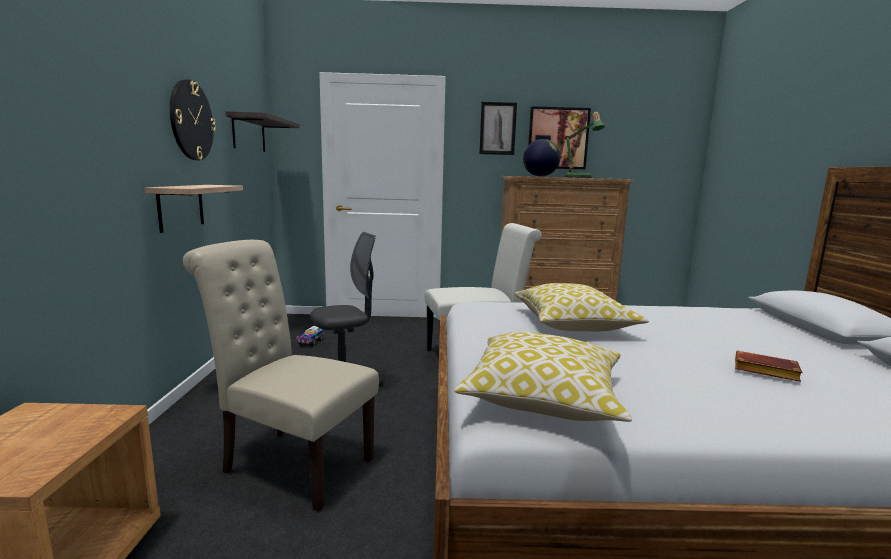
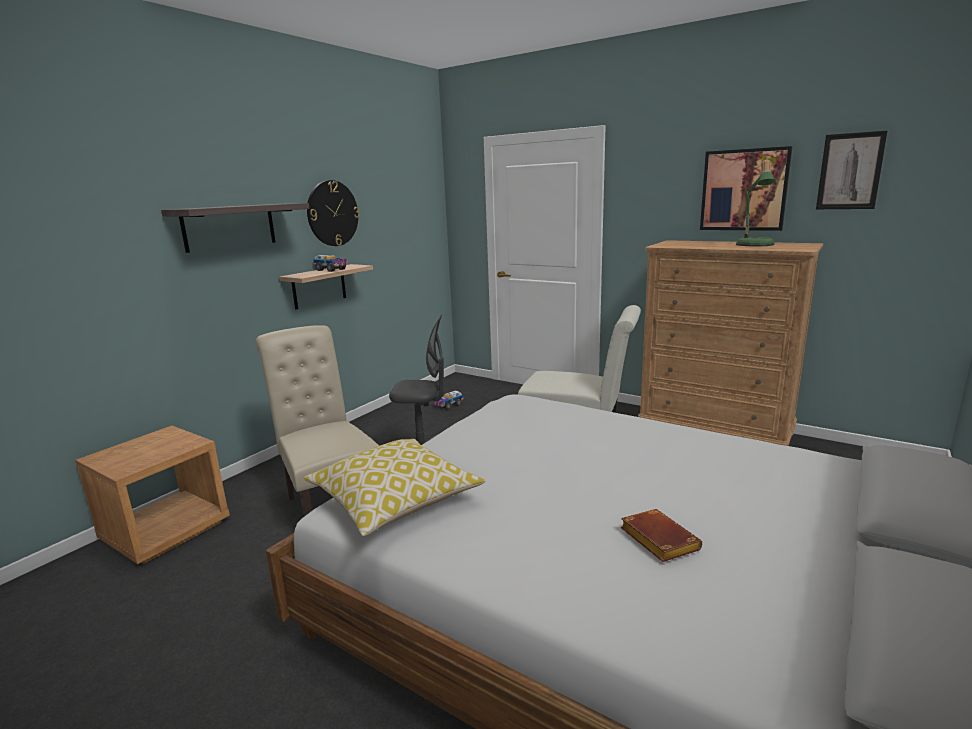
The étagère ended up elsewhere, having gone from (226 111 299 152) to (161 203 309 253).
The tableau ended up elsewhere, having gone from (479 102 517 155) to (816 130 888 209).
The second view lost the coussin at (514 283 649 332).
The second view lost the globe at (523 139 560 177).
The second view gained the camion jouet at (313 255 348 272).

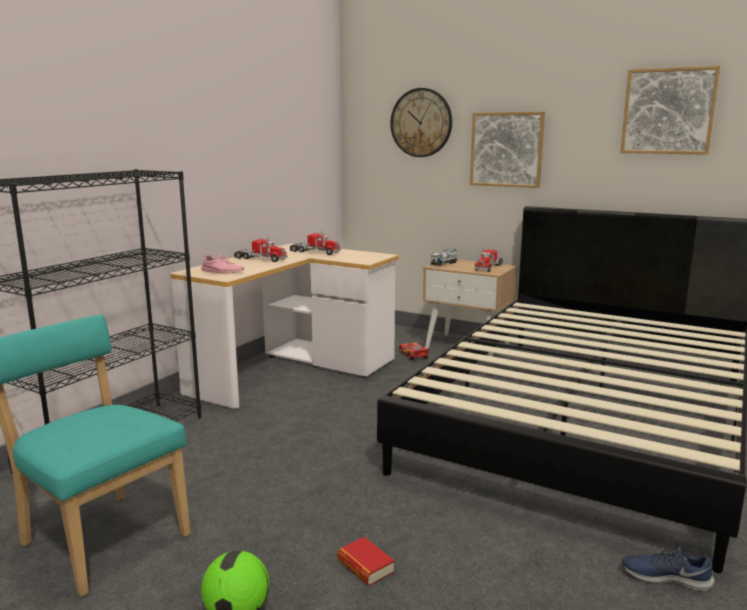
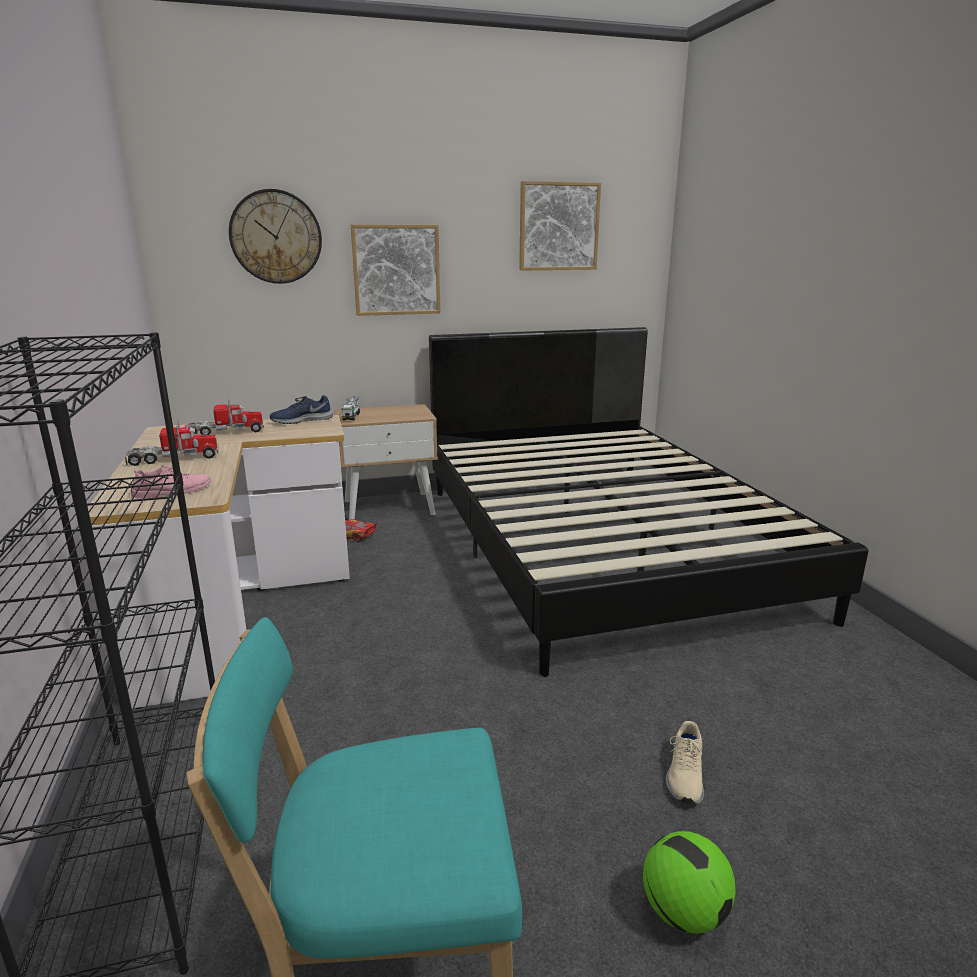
Where the livre stood at (337 537 395 586), the chaussure (beige) came to stand at (666 721 704 805).
The second view lost the camion jouet at (475 248 503 272).
The chaussure (bleu) ended up elsewhere, having gone from (622 545 714 591) to (270 395 333 424).

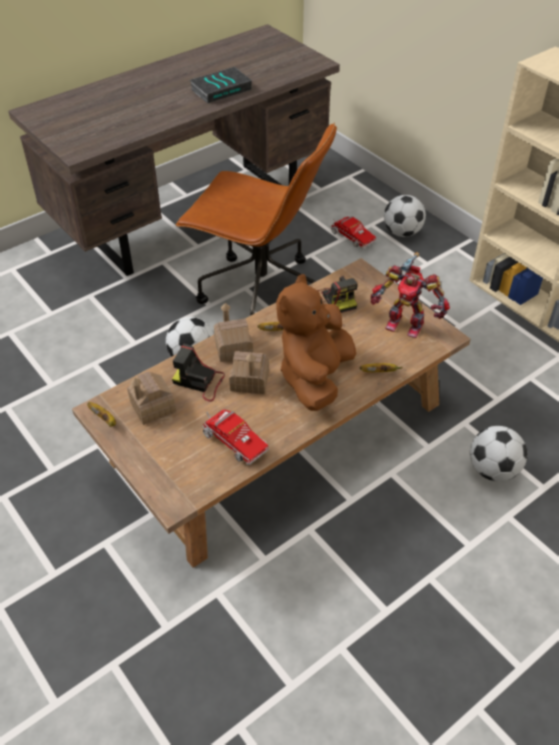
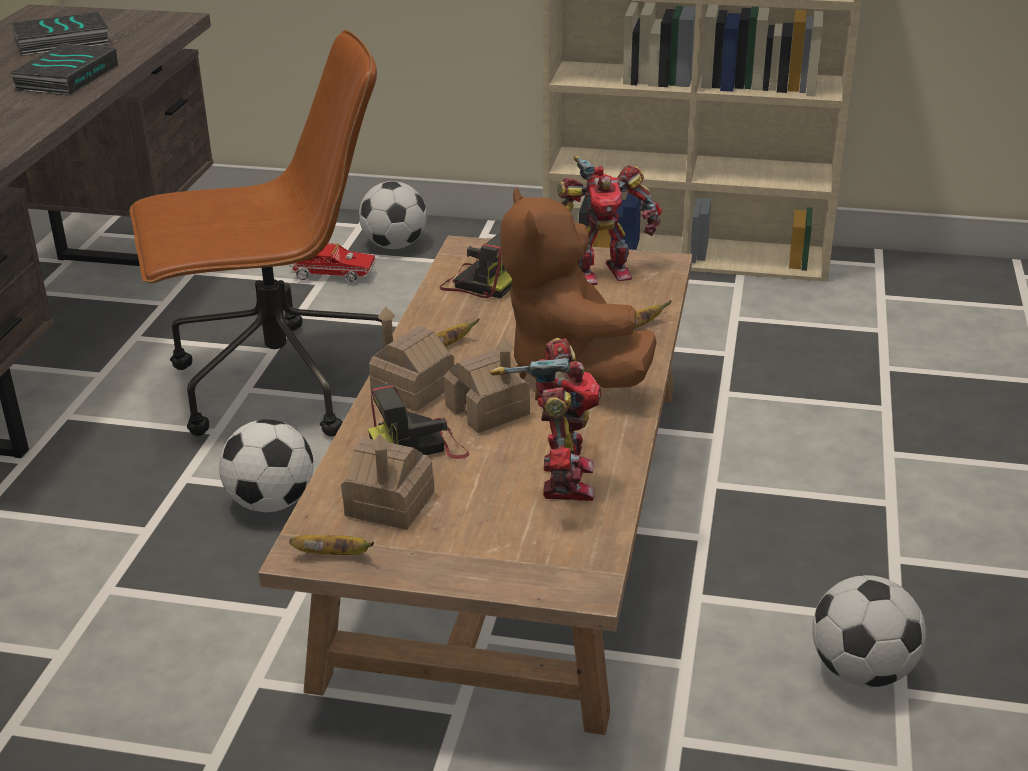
Where the camion jouet stood at (202 410 269 465), the robot jouet came to stand at (490 338 601 501).
The ballon de foot ended up elsewhere, having gone from (470 426 527 482) to (812 575 926 687).
The second view gained the livre at (12 12 111 56).

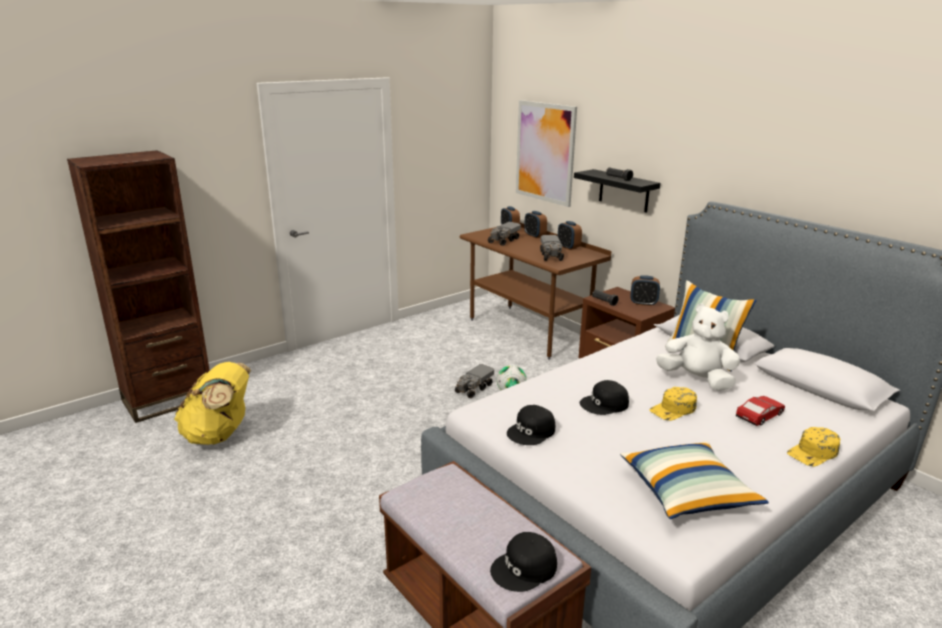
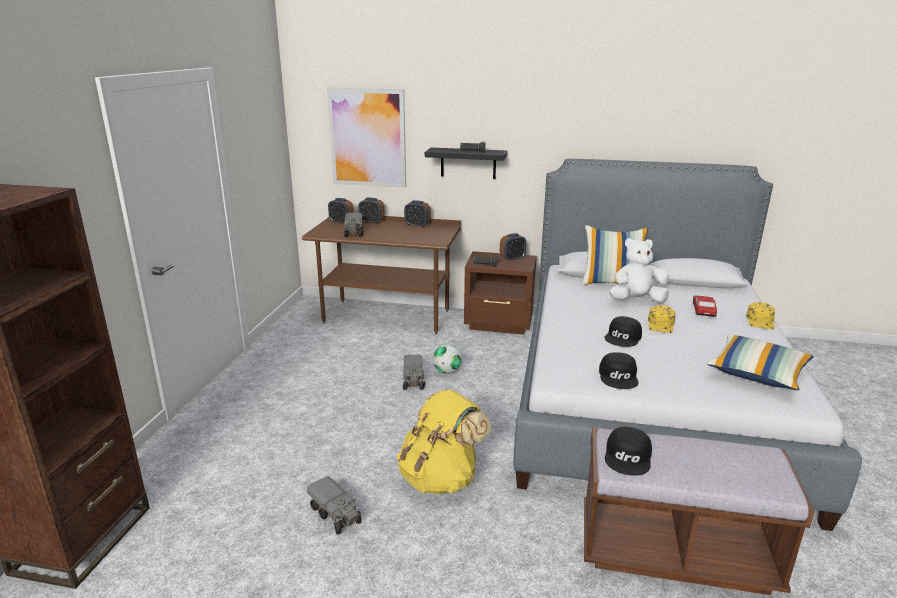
The sac à dos (jaune) ended up elsewhere, having gone from (174 362 251 445) to (397 389 491 494).
The casquette (noir) ended up elsewhere, having gone from (490 532 557 592) to (605 427 652 476).
The camion jouet ended up elsewhere, having gone from (540 235 564 261) to (307 476 361 534).

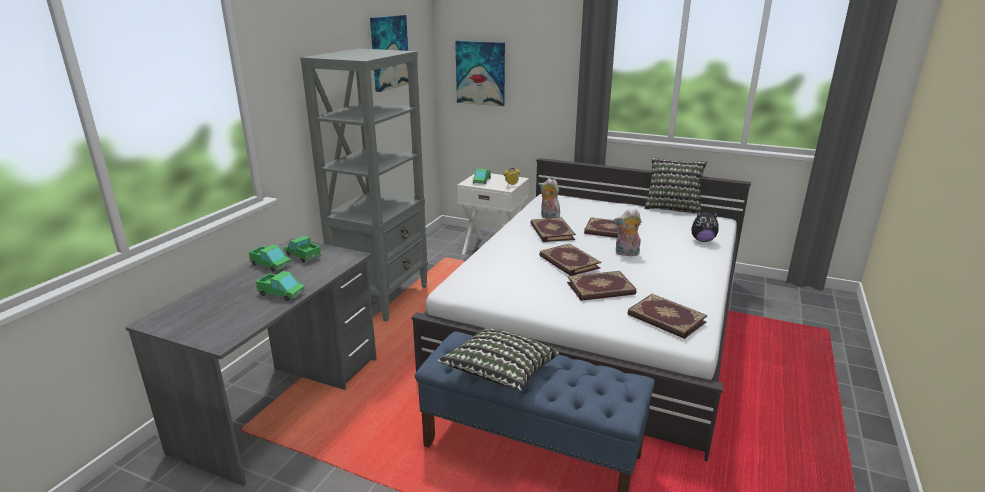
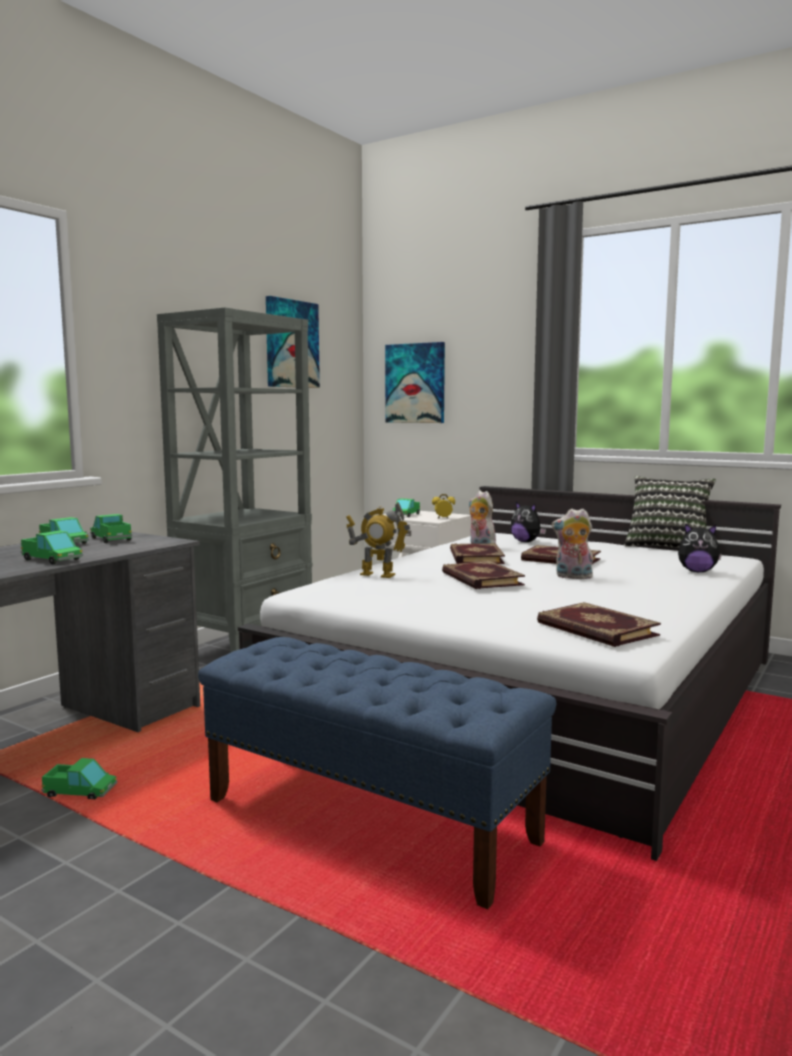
The second view lost the coussin at (438 328 559 391).
The second view lost the livre at (567 271 636 301).
The second view gained the camion jouet at (41 758 117 799).
The second view gained the robot jouet at (346 502 410 578).
The second view gained the peluche at (511 502 546 542).

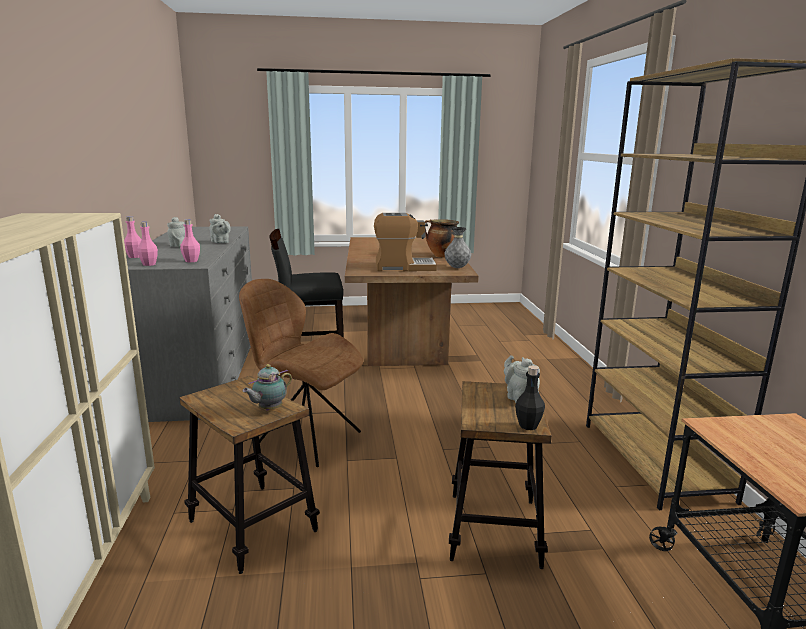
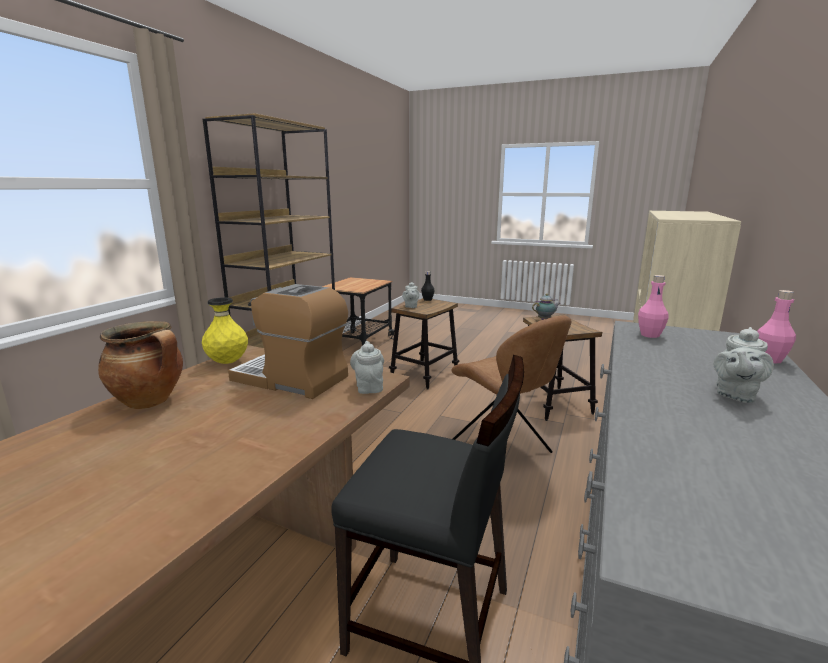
The second view lost the bouteille (rose) at (137 222 158 266).
The théière (gris) ended up elsewhere, having gone from (209 214 231 243) to (350 341 384 394).
What was the vase (gris) at (445 227 471 268) turned into the vase (jaune) at (202 297 248 364).

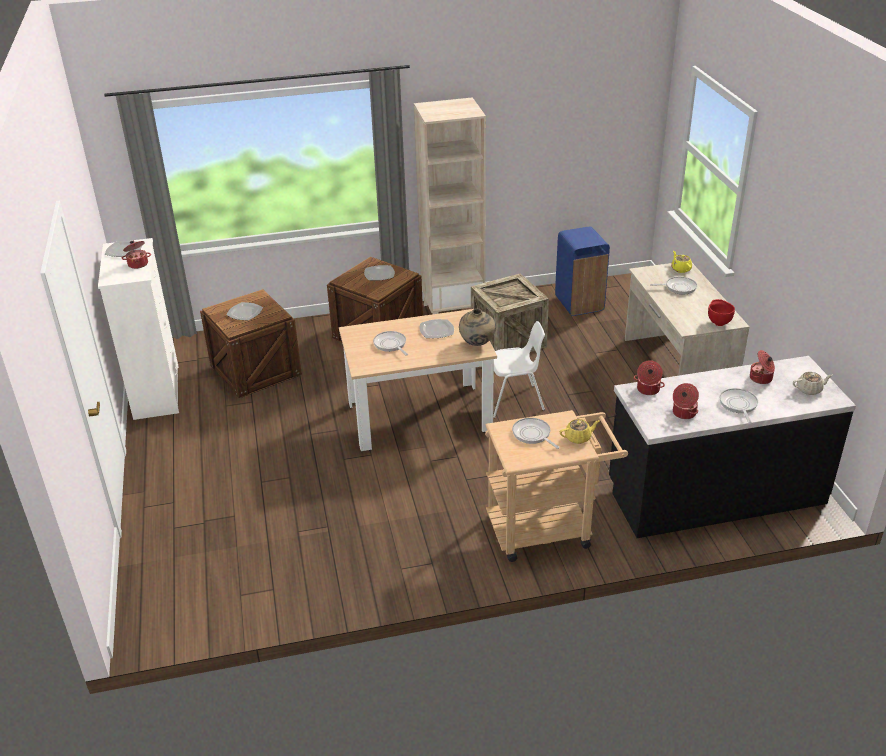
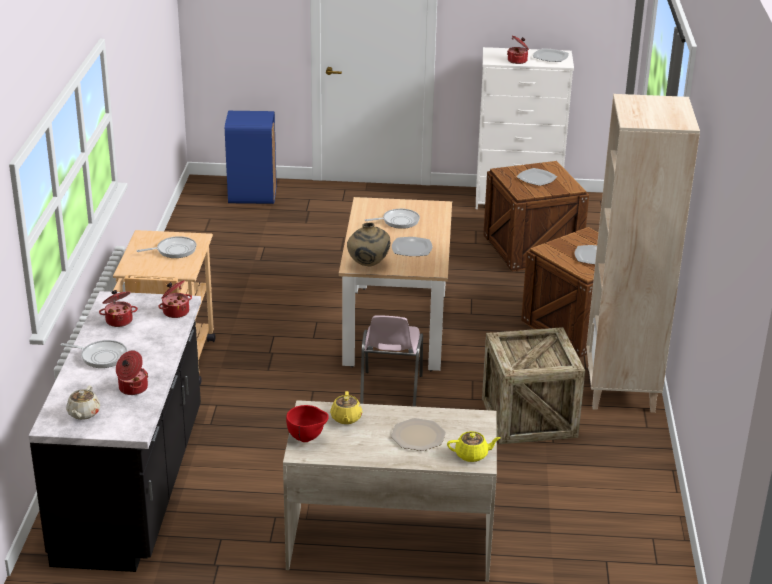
What was the chaise (blanc) at (493 321 545 418) turned into the chaise (rose) at (360 315 423 407).
The poubelle (bleu) ended up elsewhere, having gone from (555 227 610 316) to (225 111 276 204).
The théière (jaune) ended up elsewhere, having gone from (560 419 600 444) to (330 391 363 424).
Where the poêle stood at (650 277 697 294), the assiette came to stand at (391 418 446 451).

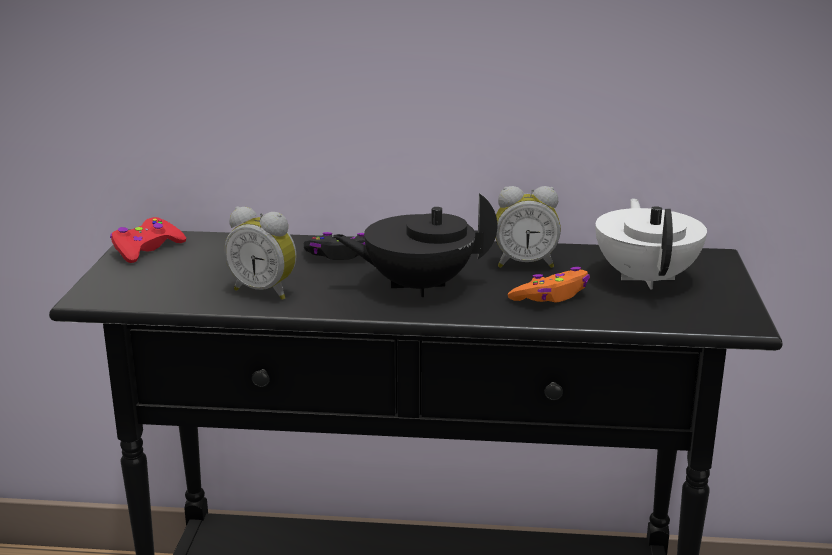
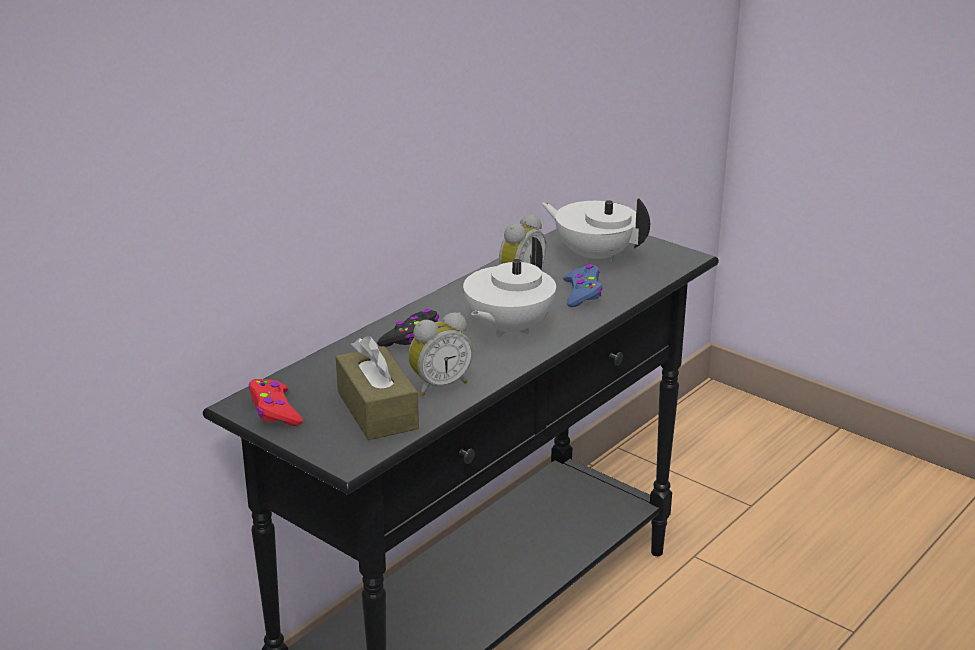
What was the théière (noir) at (332 193 497 297) turned into the théière (blanc) at (463 237 556 339).
What was the manette (orange) at (507 267 590 302) turned into the manette (bleu) at (563 264 603 307).
The second view gained the boîte à mouchoirs (marron) at (336 336 419 440).

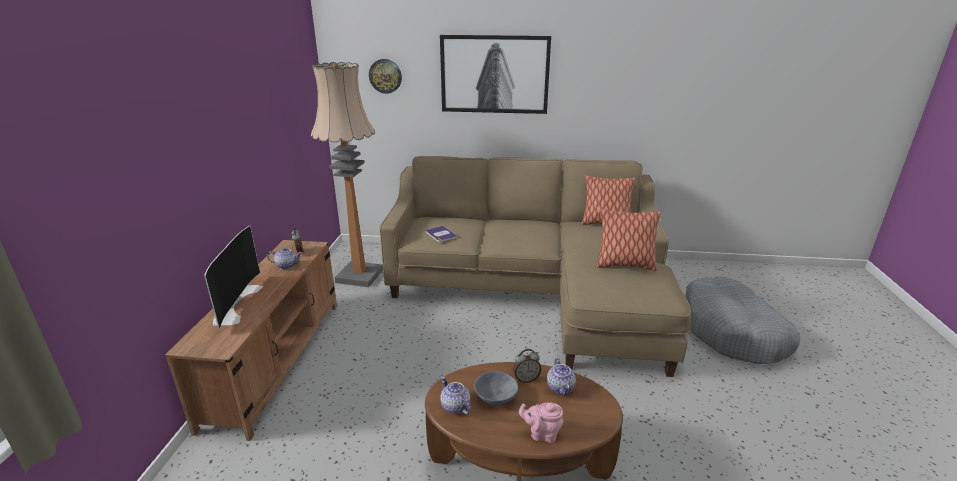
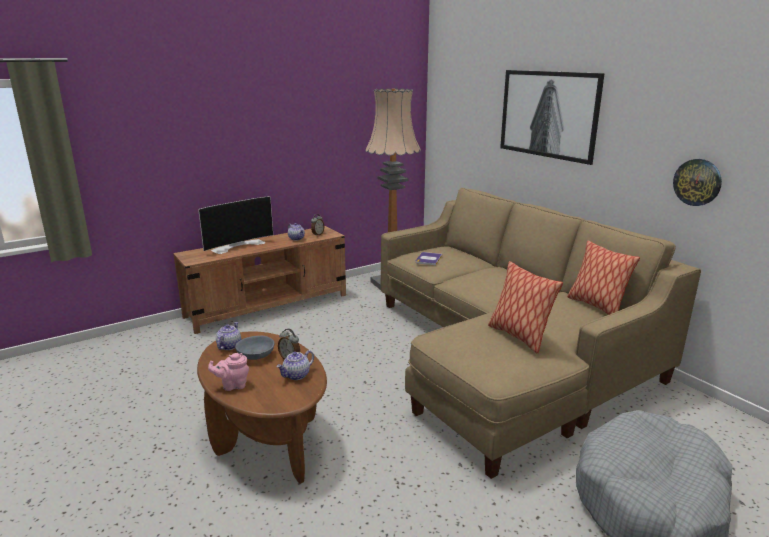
The horloge murale ended up elsewhere, having gone from (369 59 402 94) to (673 159 722 206).
The théière (rose) at (519 403 563 443) ended up facing another way, 75 degrees counterclockwise from before.

